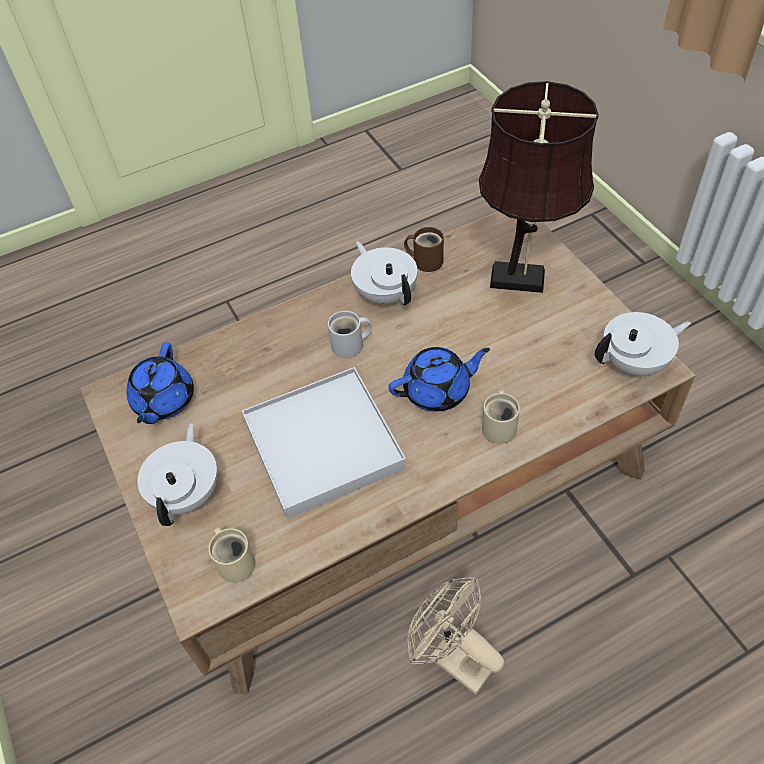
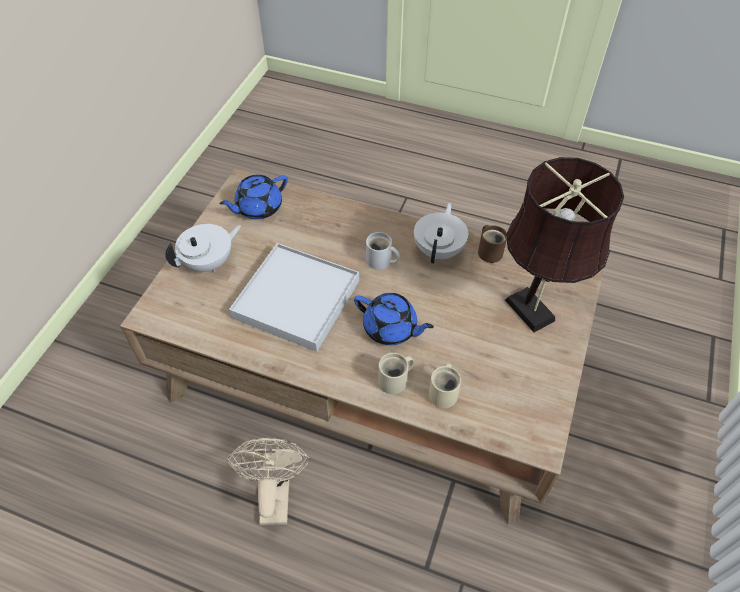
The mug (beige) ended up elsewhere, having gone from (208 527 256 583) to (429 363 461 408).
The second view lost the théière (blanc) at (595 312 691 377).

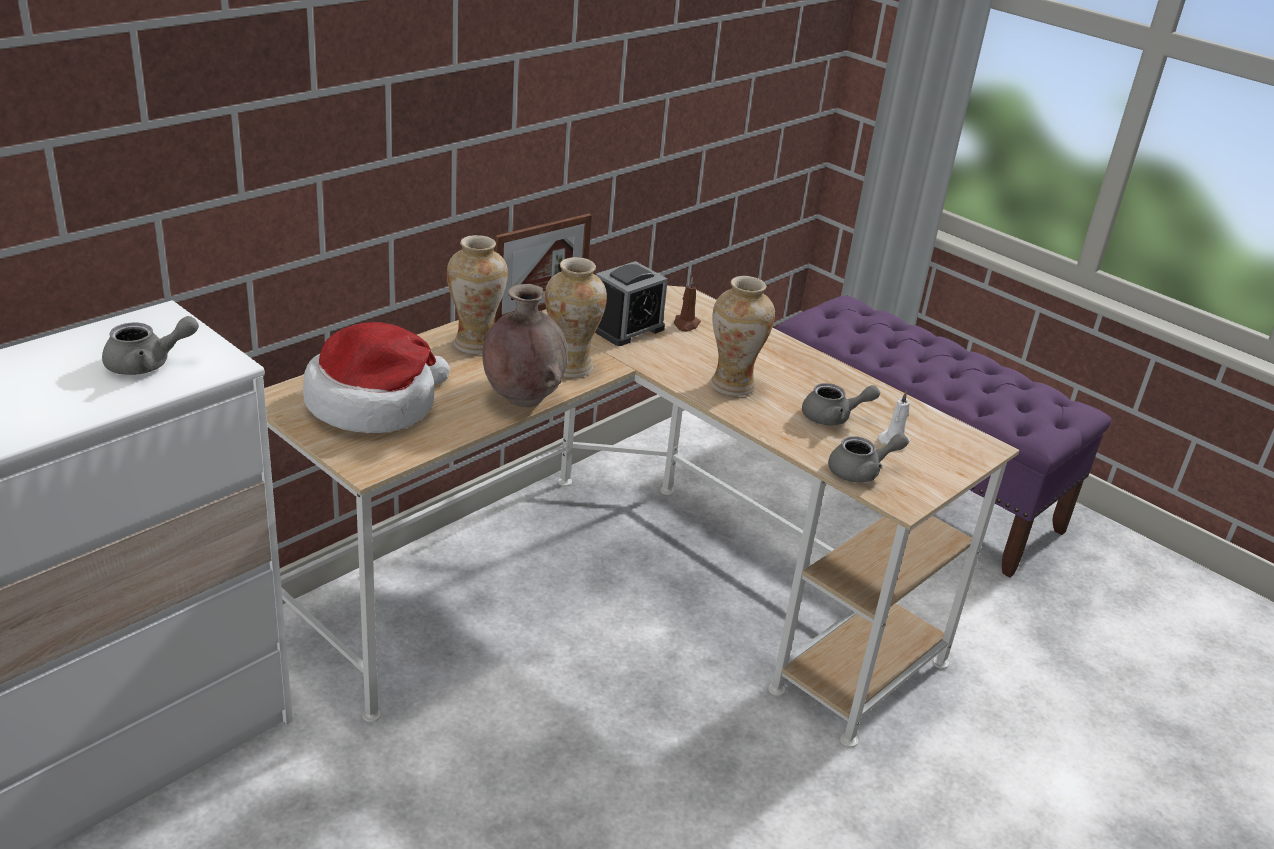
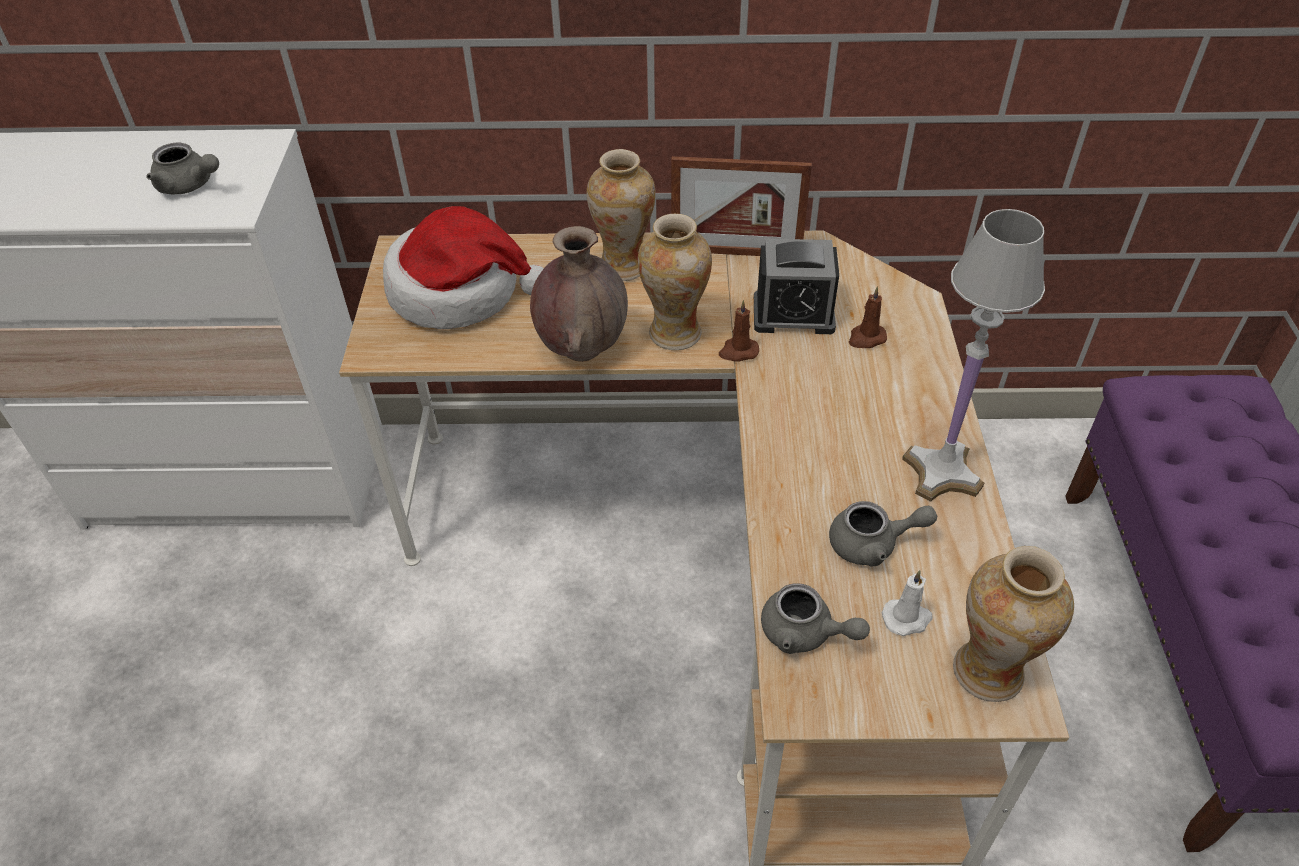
The vase ended up elsewhere, having gone from (710 276 775 396) to (953 546 1074 702).
The théière (gris) at (802 383 880 425) ended up facing another way, 45 degrees counterclockwise from before.
The second view gained the bougie (marron) at (719 300 759 361).
The second view gained the lampe de table (blanc) at (902 209 1045 502).

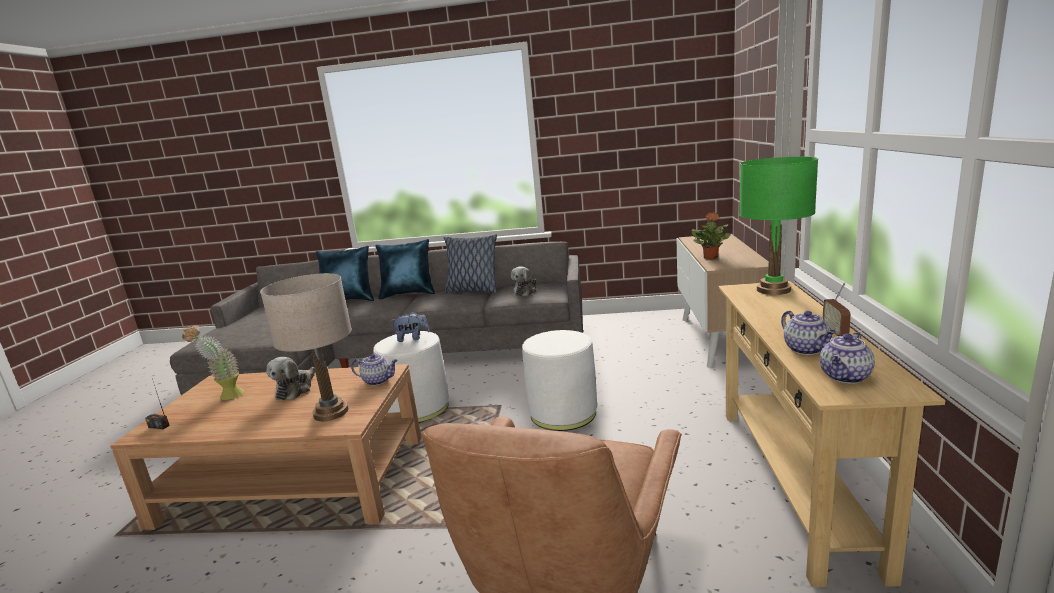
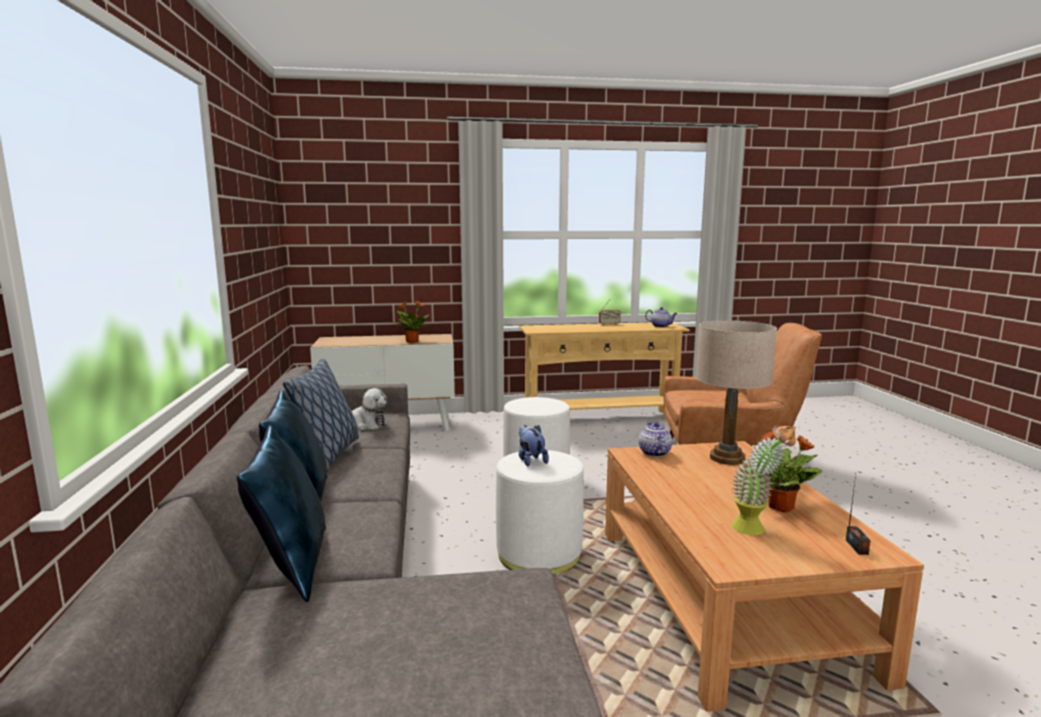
The second view lost the peluche at (267 357 315 400).
The second view lost the lampe de table (vert) at (739 157 818 295).
The second view lost the théière at (781 311 836 355).
The second view gained the plante en pot at (760 432 822 512).

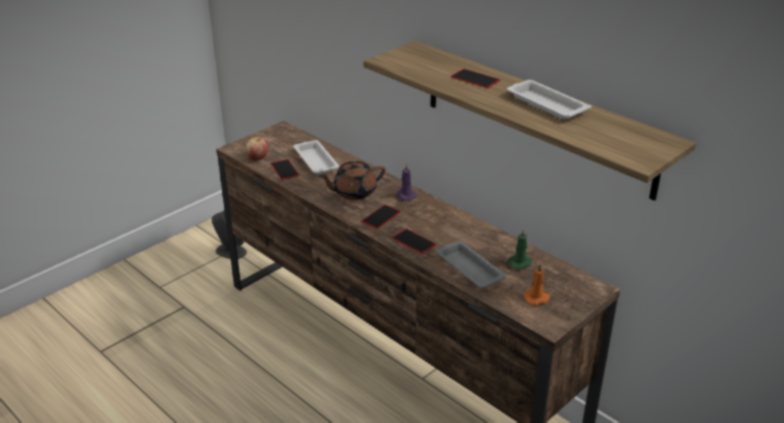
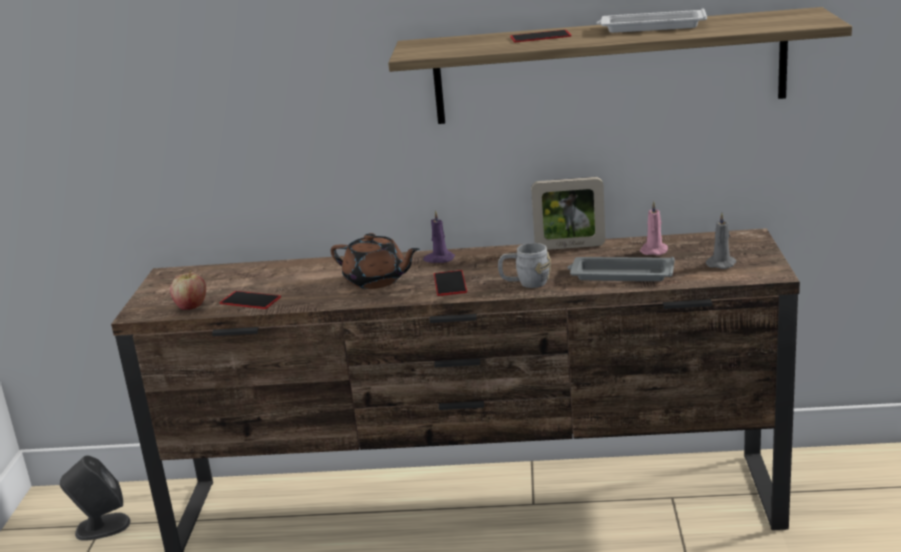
The second view lost the plateau (blanc) at (293 140 340 174).
The théière (marron) at (319 161 385 200) ended up facing another way, 90 degrees counterclockwise from before.
Where the téléphone stood at (392 229 436 254), the mug (gris) came to stand at (498 243 551 288).
What was the bougie (vert) at (508 229 532 269) turned into the bougie (rose) at (640 201 668 255).
What was the bougie (orange) at (524 263 550 305) turned into the bougie (gris) at (706 213 736 269).
The second view gained the cadre photo at (531 177 605 250).

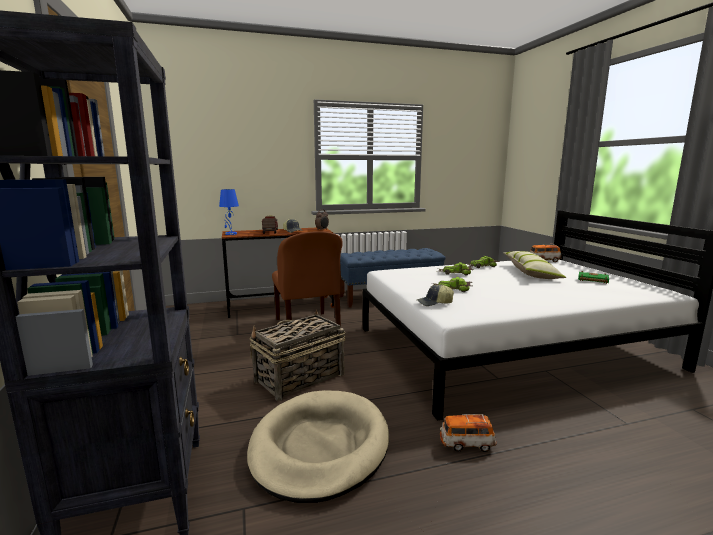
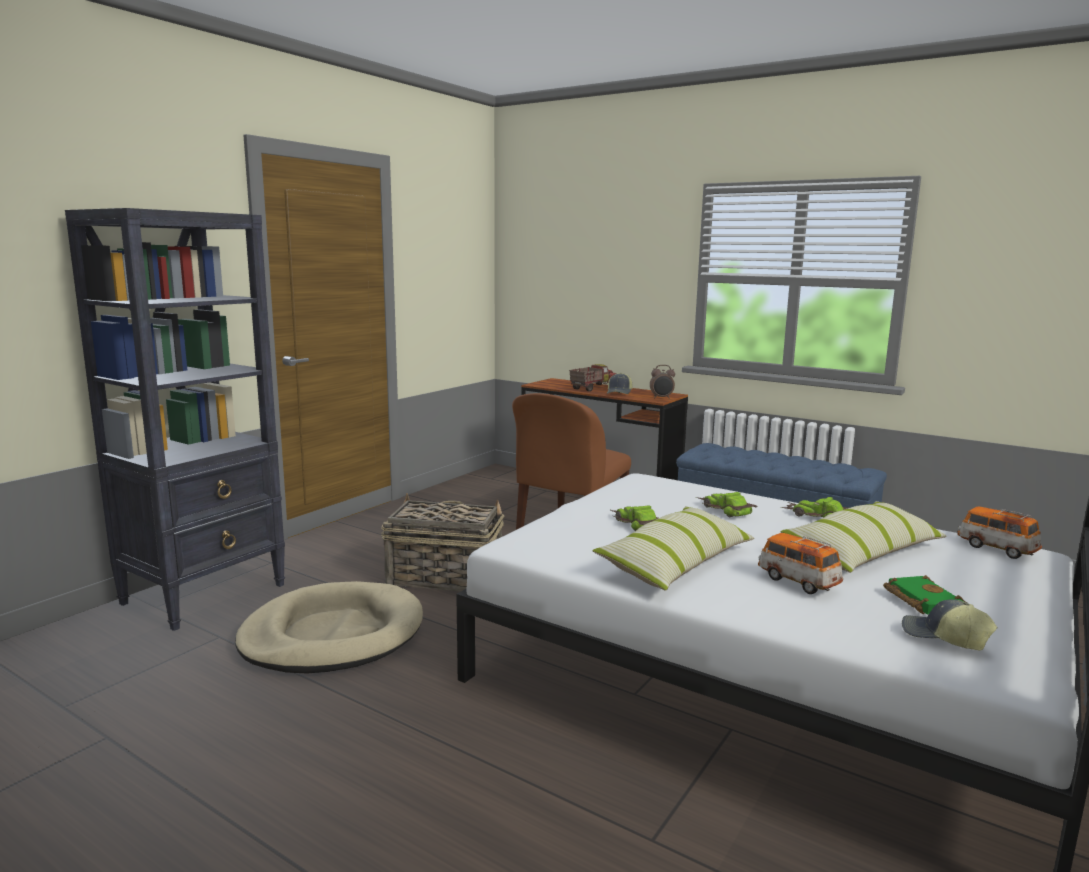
The second view lost the lampe de table (bleu) at (219 189 239 235).
The casquette ended up elsewhere, having gone from (417 284 454 306) to (902 599 998 651).
The petite voiture ended up elsewhere, having gone from (440 414 497 452) to (758 533 843 594).
The second view gained the coussin at (592 506 754 591).

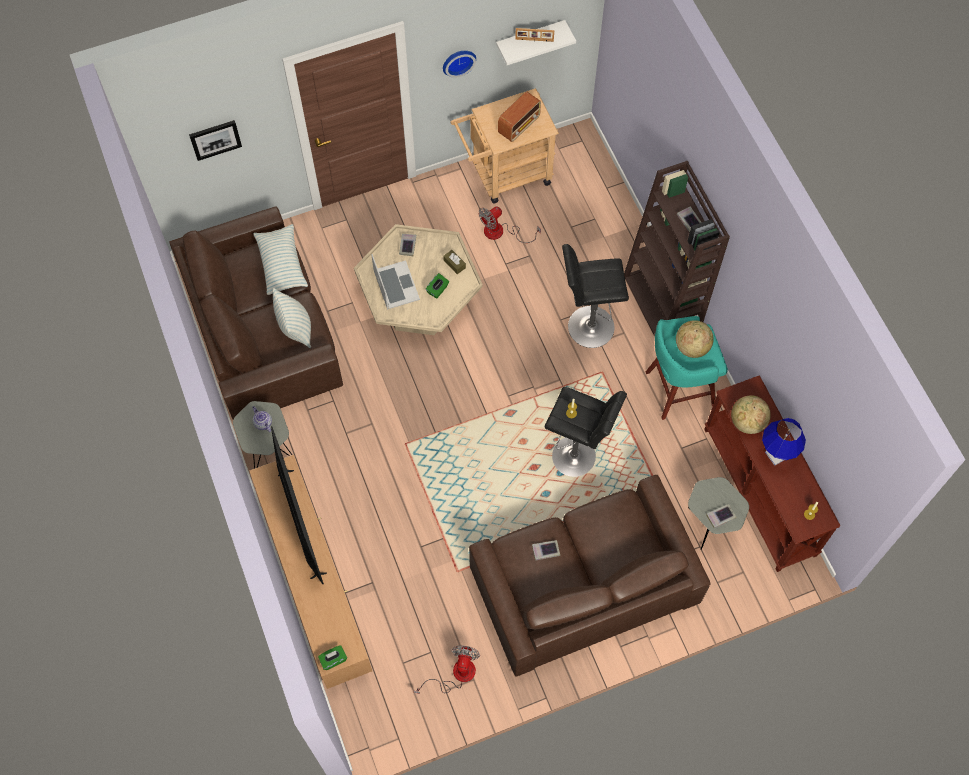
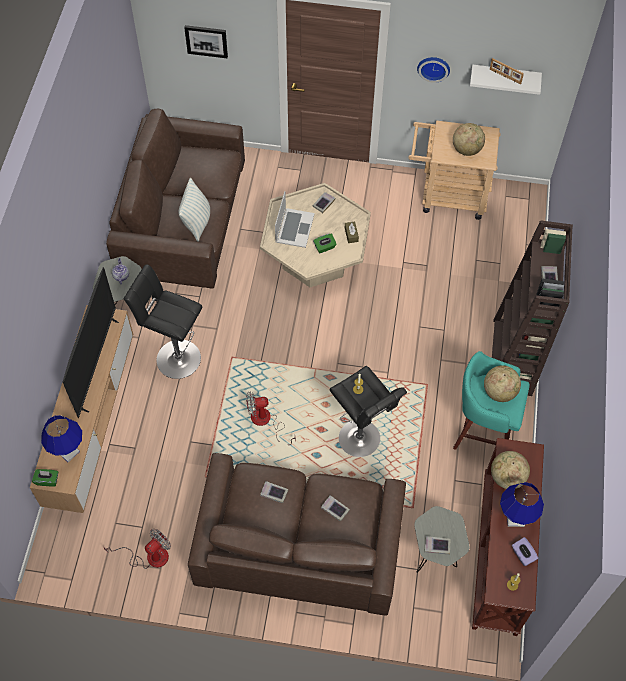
The second view lost the coussin at (253 224 308 295).
The ventilateur ended up elsewhere, having gone from (479 206 541 243) to (246 392 296 445).
Where the radio stood at (498 92 541 142), the globe came to stand at (453 123 485 156).
The tabouret (noir) ended up elsewhere, having gone from (562 244 629 348) to (124 264 202 379).
The second view gained the lampe de table (bleu) at (41 415 82 462).
The second view gained the livre at (321 495 350 522).
The second view gained the boîte à mouchoirs (violet) at (512 537 538 566).

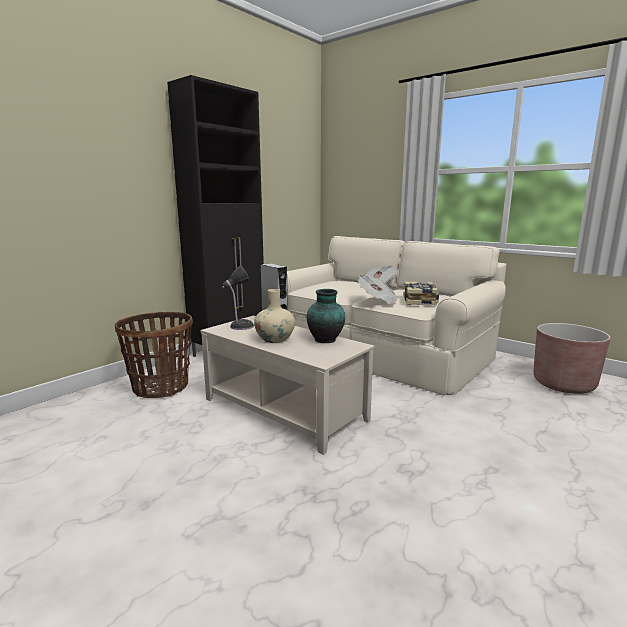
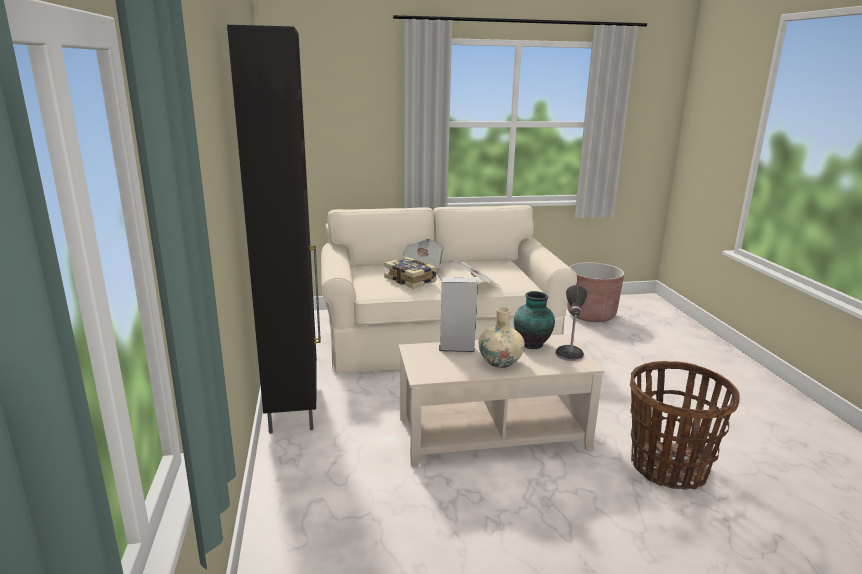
The panier ended up elsewhere, having gone from (115 312 193 398) to (630 361 740 490).
The lampe de table ended up elsewhere, having gone from (223 266 254 330) to (555 285 587 361).
The livre ended up elsewhere, having gone from (403 282 439 305) to (384 257 437 289).

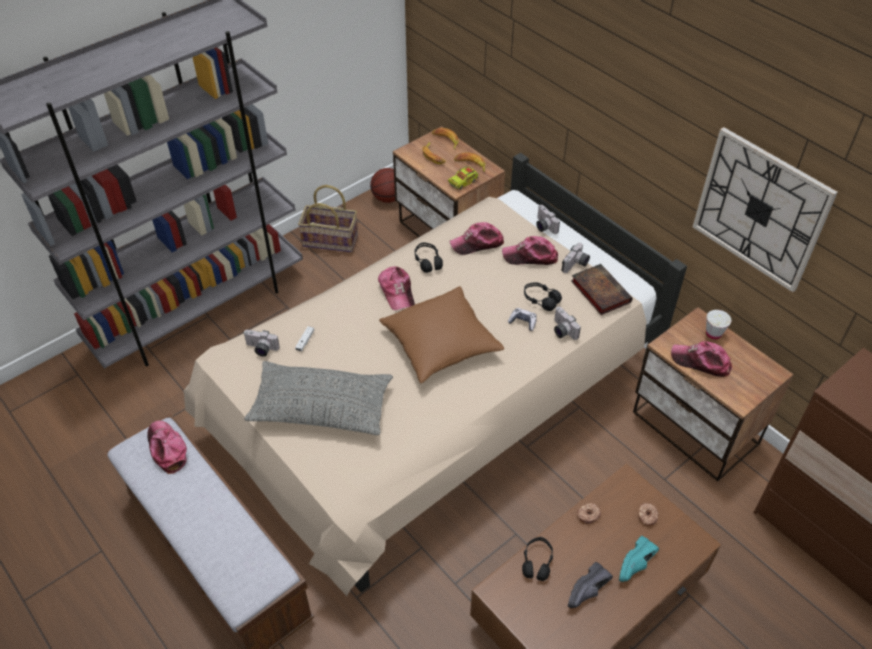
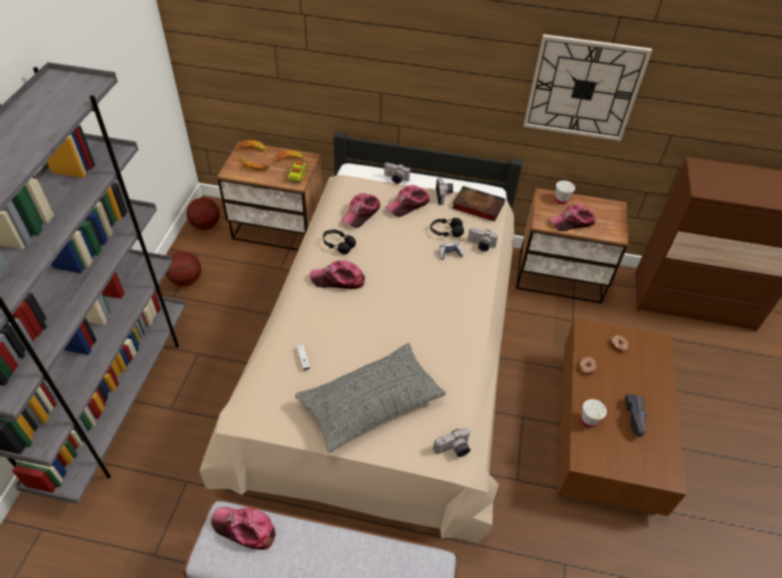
The appareil photo ended up elsewhere, having gone from (244 330 280 357) to (434 428 471 457).
Where the panier stood at (298 185 358 252), the ballon de basket came to stand at (166 252 201 286).
The casquette at (378 266 415 310) ended up facing another way, 150 degrees clockwise from before.
The second view lost the coussin (marron) at (379 286 504 383).
Where the casque audio (noir) stood at (522 537 553 581), the tasse (blanc) came to stand at (582 399 607 427).
The second view lost the chaussure (turquoise) at (619 536 659 582).

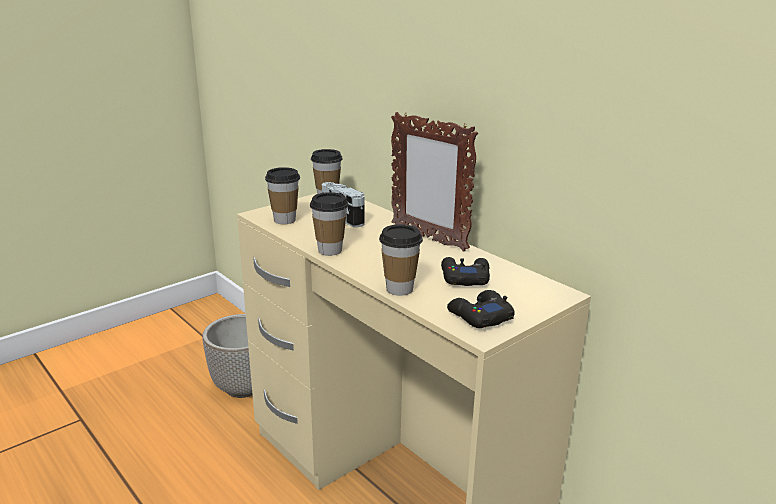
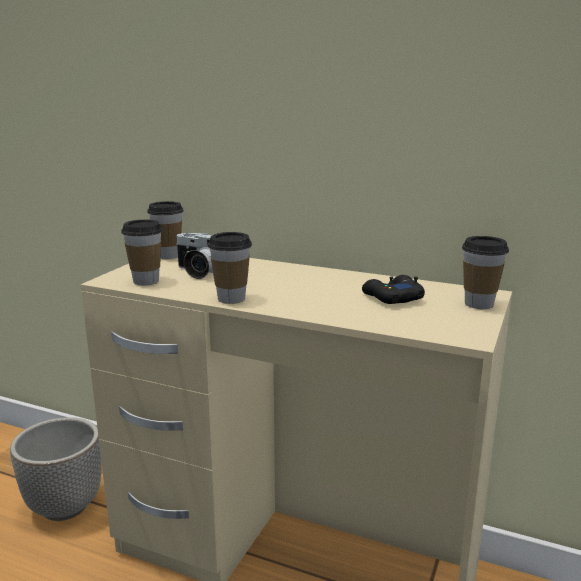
The tasse ended up elsewhere, having gone from (379 224 423 296) to (462 236 509 309).
The second view lost the cadre photo at (391 112 478 252).
The second view lost the manette (noir) at (447 290 515 328).

